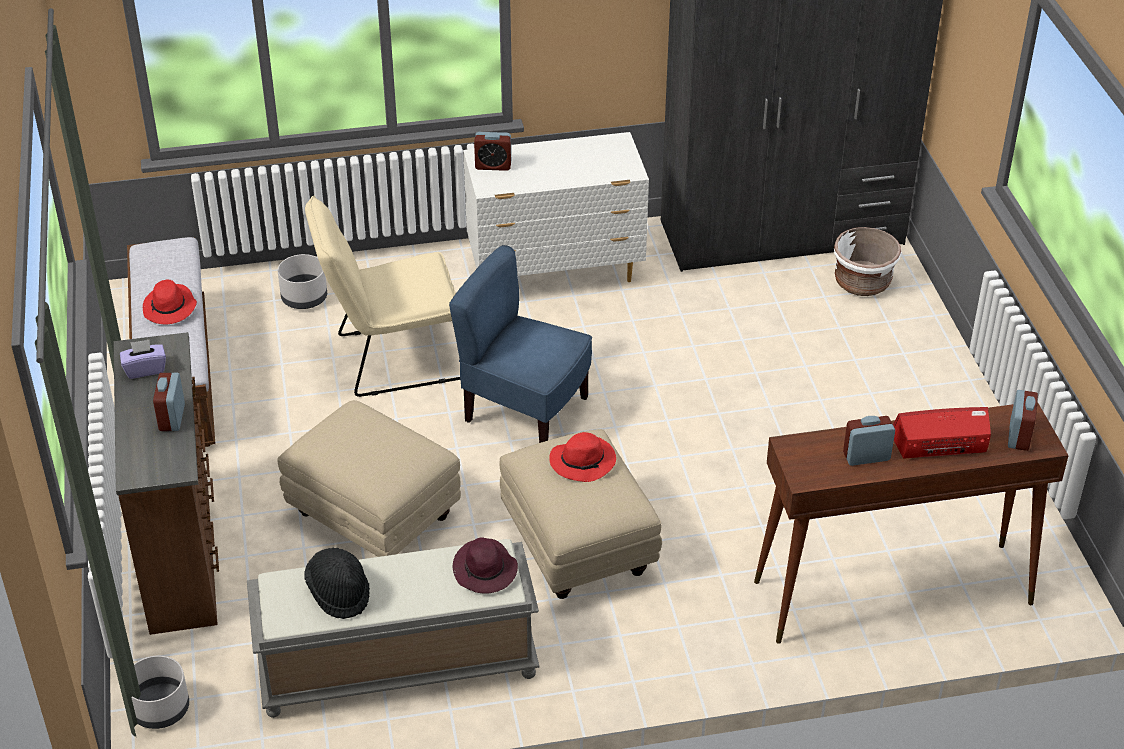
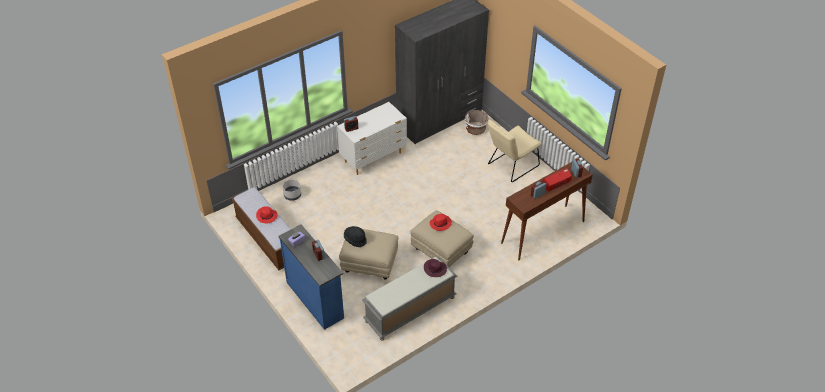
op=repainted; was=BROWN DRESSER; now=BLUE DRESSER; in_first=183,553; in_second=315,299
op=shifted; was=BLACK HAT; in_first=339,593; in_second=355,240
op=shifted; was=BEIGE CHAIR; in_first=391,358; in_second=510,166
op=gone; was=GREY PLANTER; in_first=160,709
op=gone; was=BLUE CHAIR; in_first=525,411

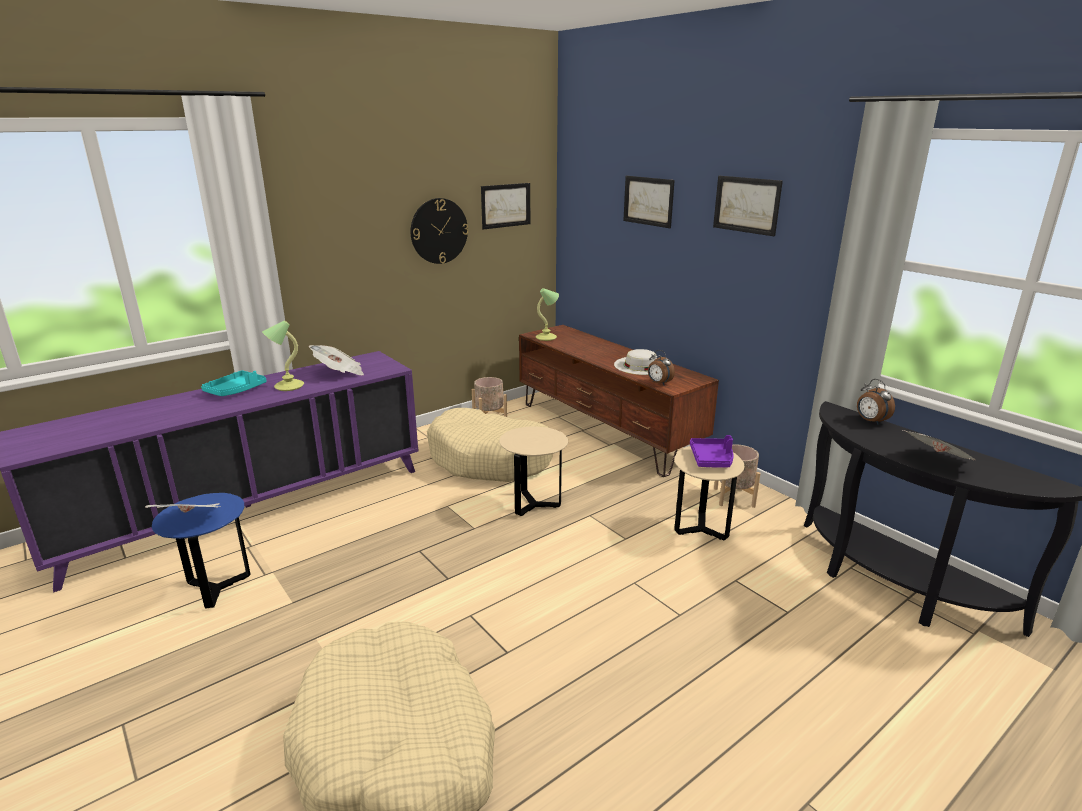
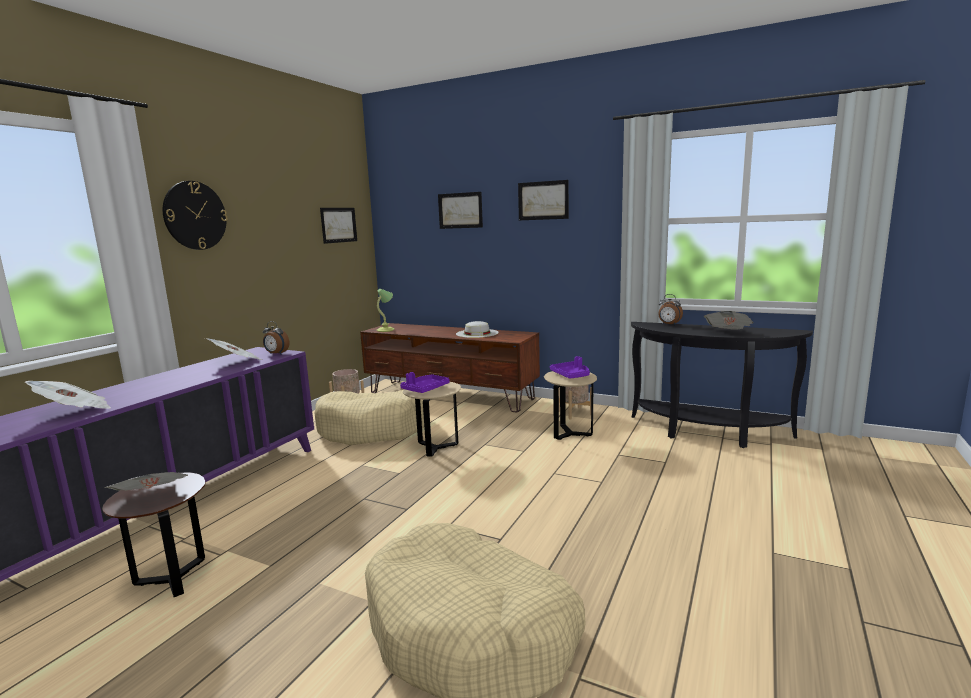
op=new; now=NEWSPAPER; in_second=75,411
op=repainted; was=BLUE SIDE TABLE; now=BROWN SIDE TABLE; in_first=217,588; in_second=173,580
op=shifted; was=WALL CLOCK; in_first=439,231; in_second=195,215
op=shifted; was=ALARM CLOCK; in_first=659,383; in_second=276,354
op=new; now=PURPLE TRAY; in_second=425,389
op=gone; was=TURQUOISE TRAY; in_first=236,390
op=gone; was=TABLE LAMP; in_first=288,386

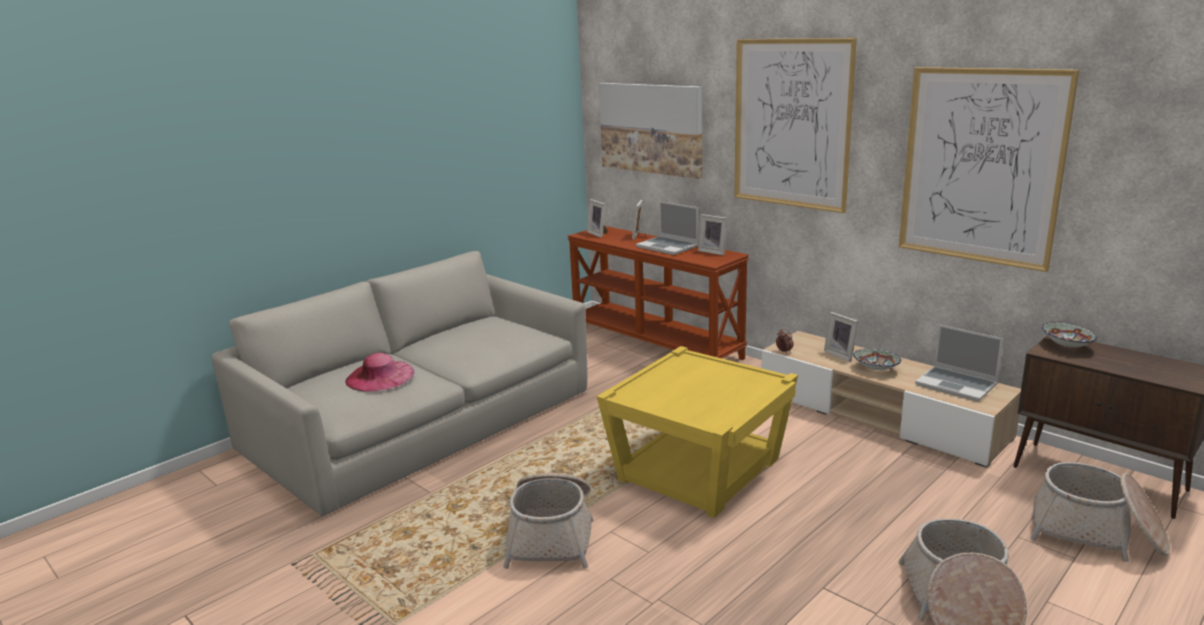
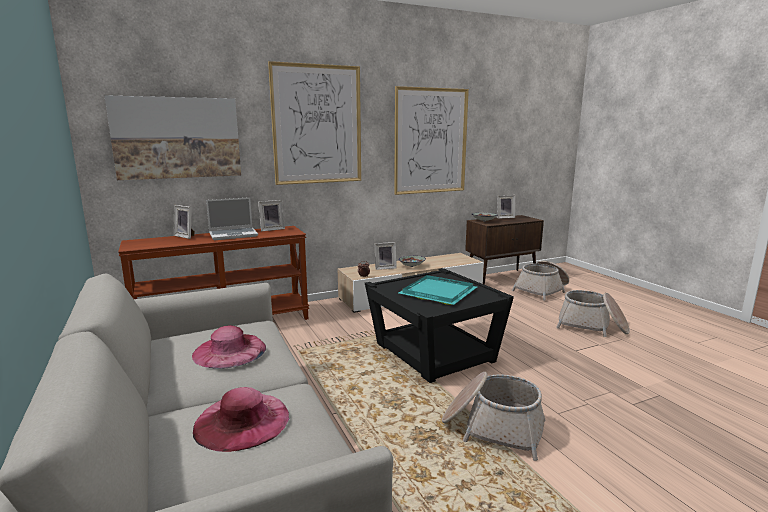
op=new; now=PINK HAT; in_second=229,351
op=repainted; was=YELLOW SIDE TABLE; now=BLACK SIDE TABLE; in_first=698,469; in_second=433,353
op=new; now=TURQUOISE TRAY; in_second=437,292
op=shifted; was=PICTURE FRAME; in_first=599,234; in_second=504,217
op=gone; was=LAPTOP; in_first=957,385

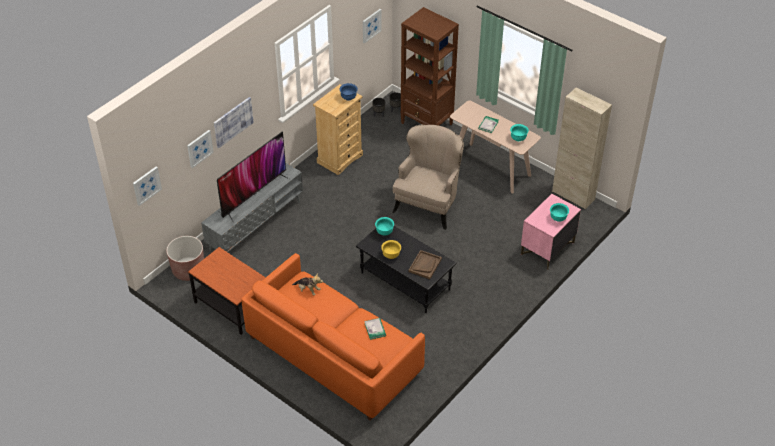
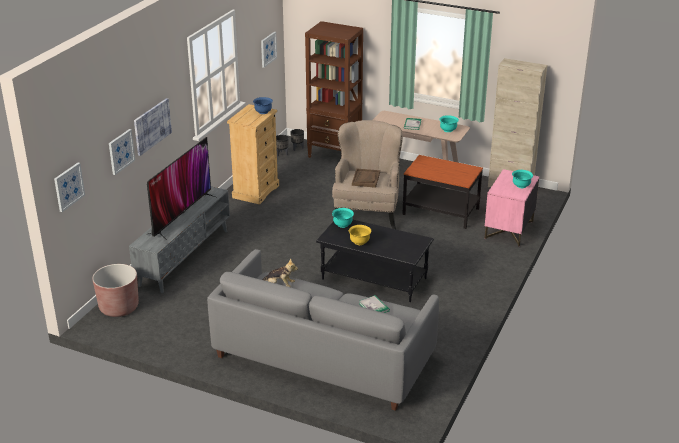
op=repainted; was=ORANGE SOFA; now=GREY SOFA; in_first=333,354; in_second=323,356
op=shifted; was=BROWN TRAY; in_first=425,265; in_second=366,179
op=shifted; was=SIDE TABLE; in_first=232,305; in_second=440,211

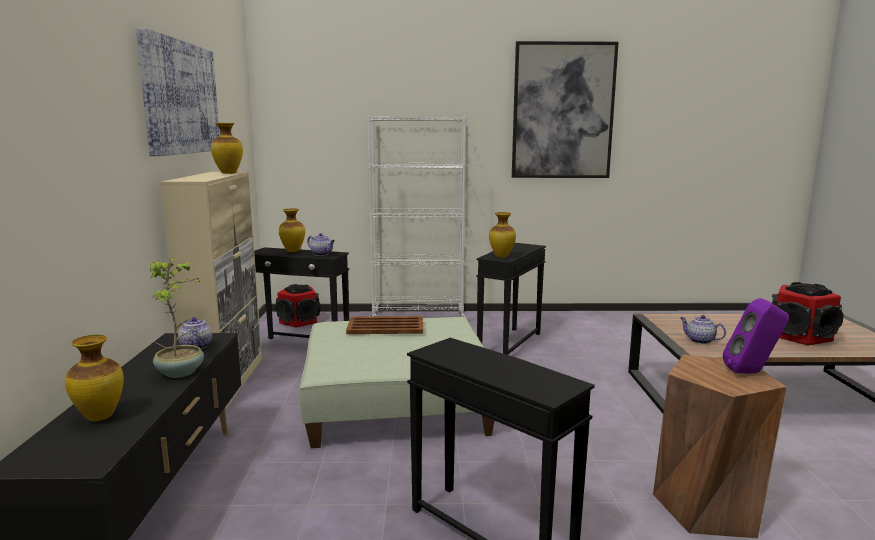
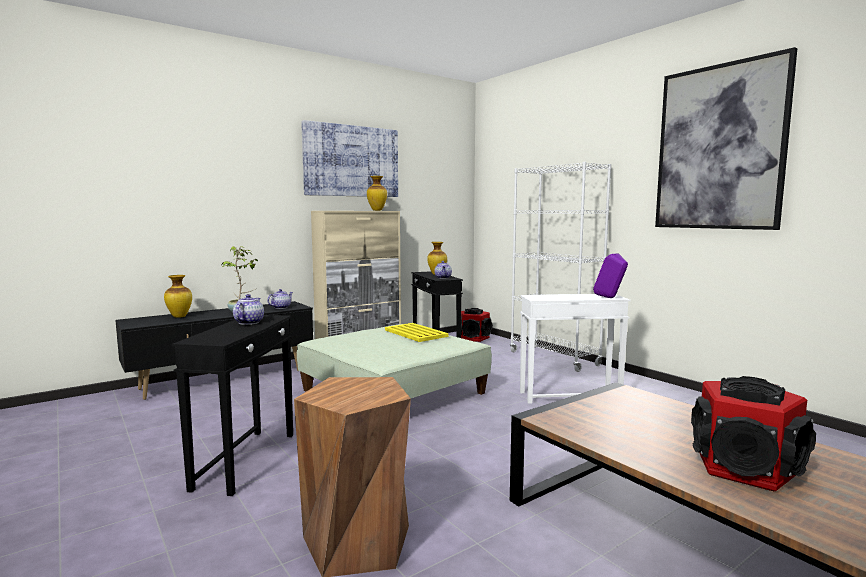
op=shifted; was=TEAPOT; in_first=699,340; in_second=249,322
op=repainted; was=BROWN TRAY; now=YELLOW TRAY; in_first=385,326; in_second=415,333
op=repainted; was=BLACK SIDE TABLE; now=WHITE SIDE TABLE; in_first=509,344; in_second=569,396
op=shifted; was=PURPLE SPEAKER; in_first=752,372; in_second=610,298
op=gone; was=VASE; in_first=502,257

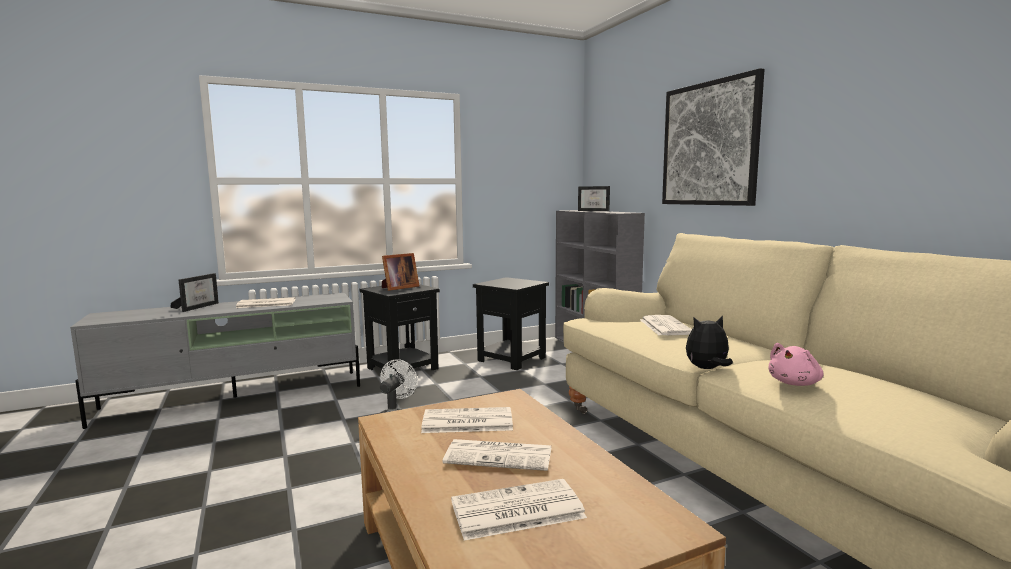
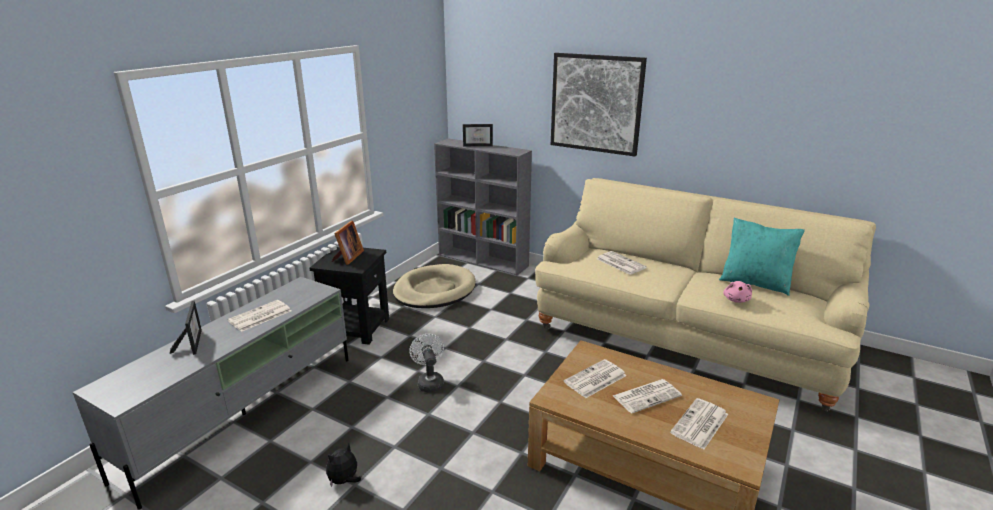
op=shifted; was=PLUSH TOY; in_first=707,369; in_second=344,481
op=swapped; was=BLACK SIDE TABLE; now=BEIGE DOG BED; in_first=511,359; in_second=434,290
op=new; now=TURQUOISE PILLOW; in_second=755,283

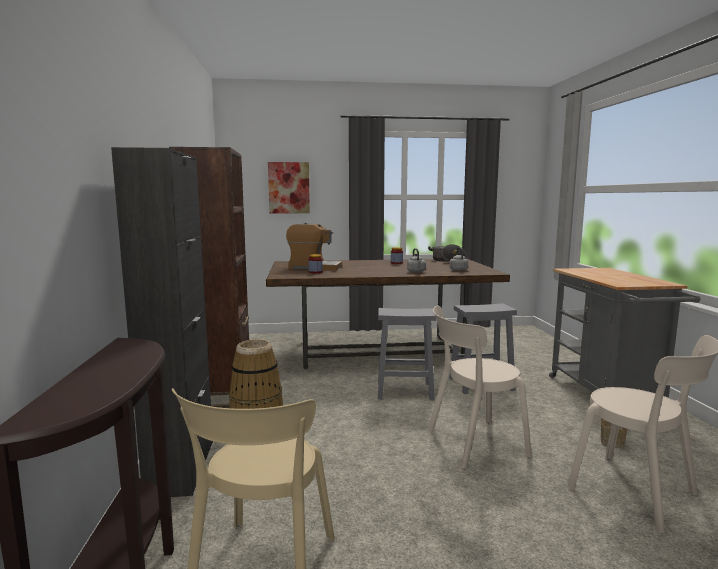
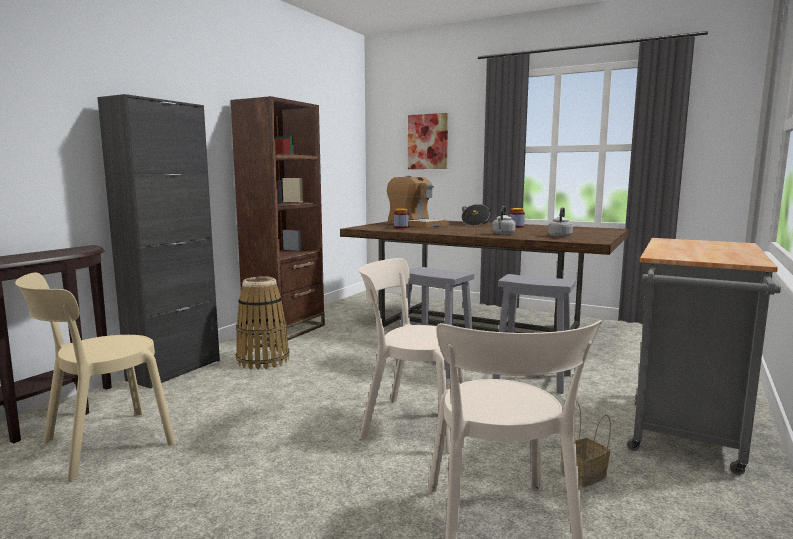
op=shifted; was=COOKING POT; in_first=447,261; in_second=475,223

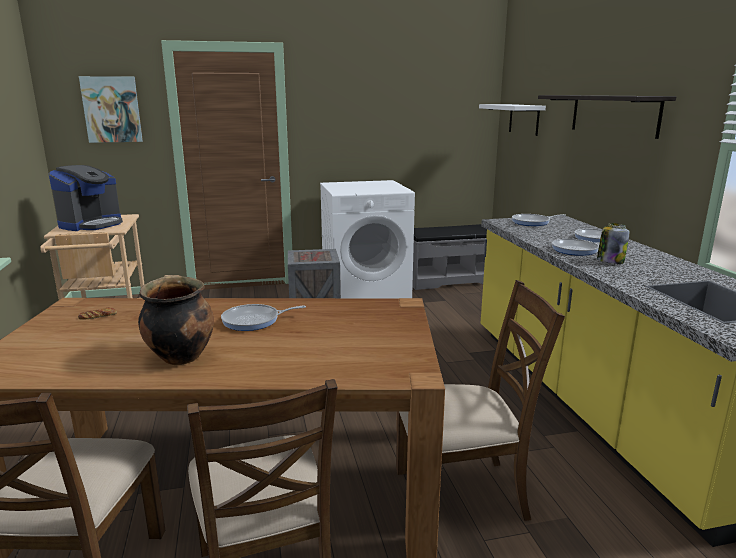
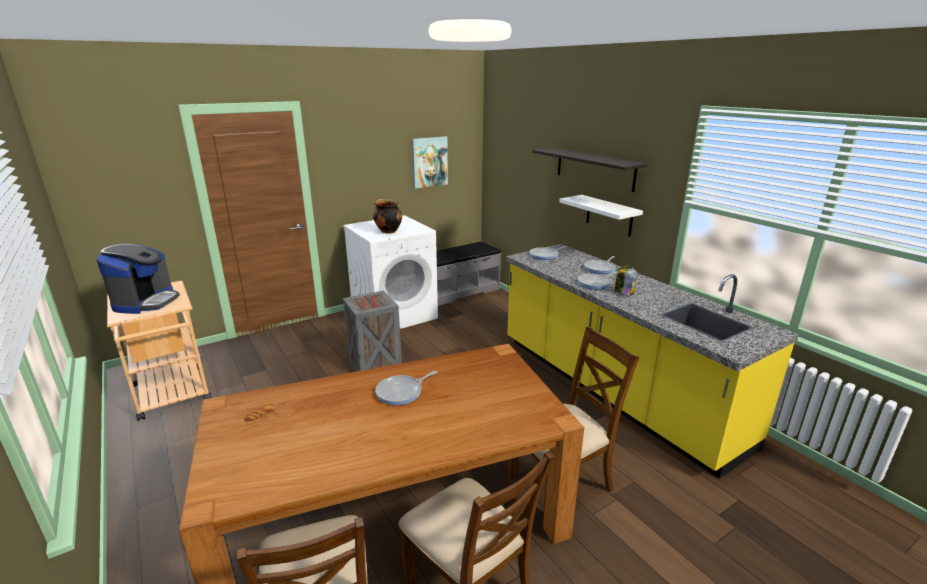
op=shifted; was=COOKING POT; in_first=180,356; in_second=387,231
op=shifted; was=PICTURE; in_first=112,109; in_second=429,162
op=shifted; was=WHITE SHELF; in_first=524,119; in_second=609,215

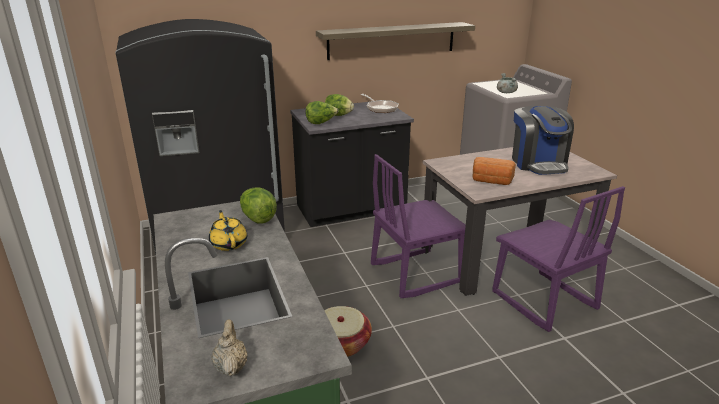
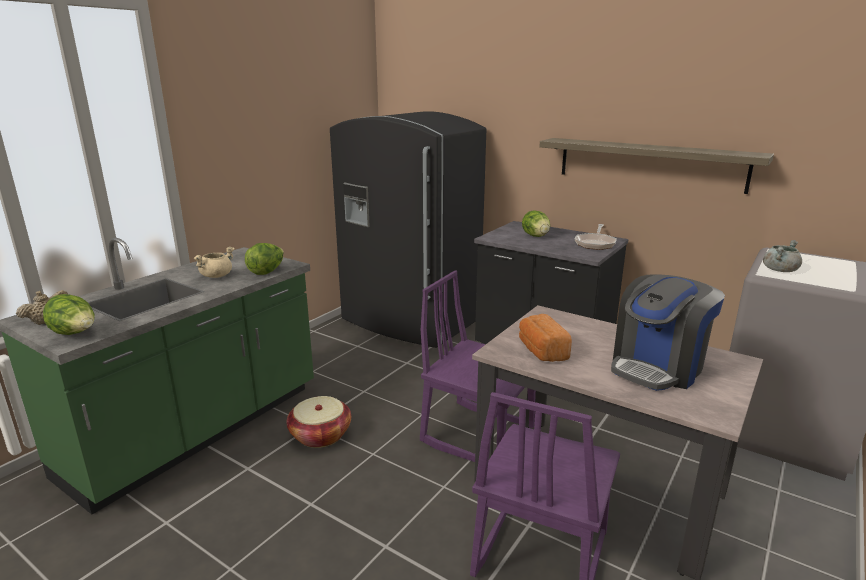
op=shifted; was=LETTUCE; in_first=321,123; in_second=75,334
op=swapped; was=YELLOW TEAPOT; now=BEIGE COOKING POT; in_first=229,243; in_second=216,275

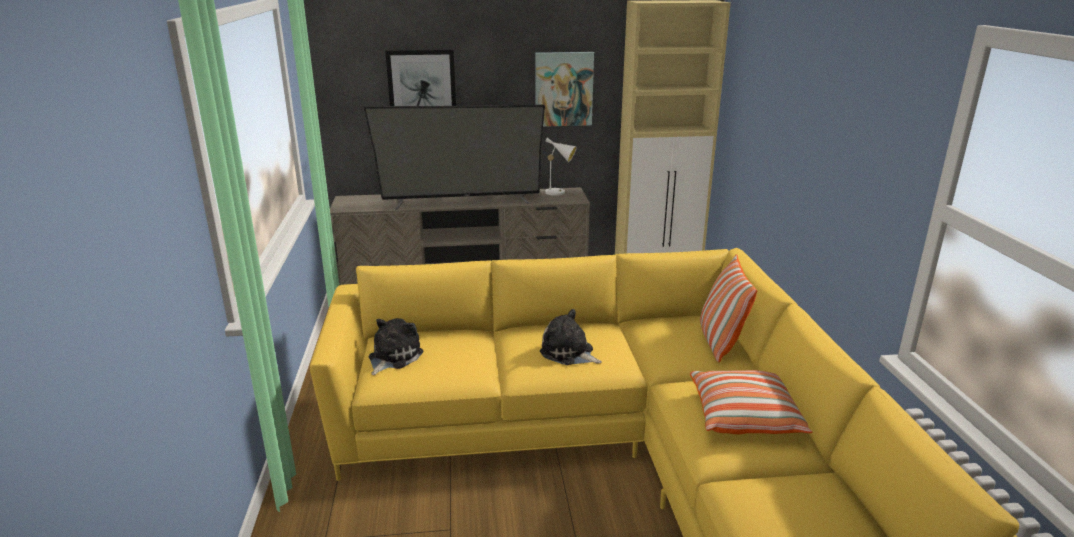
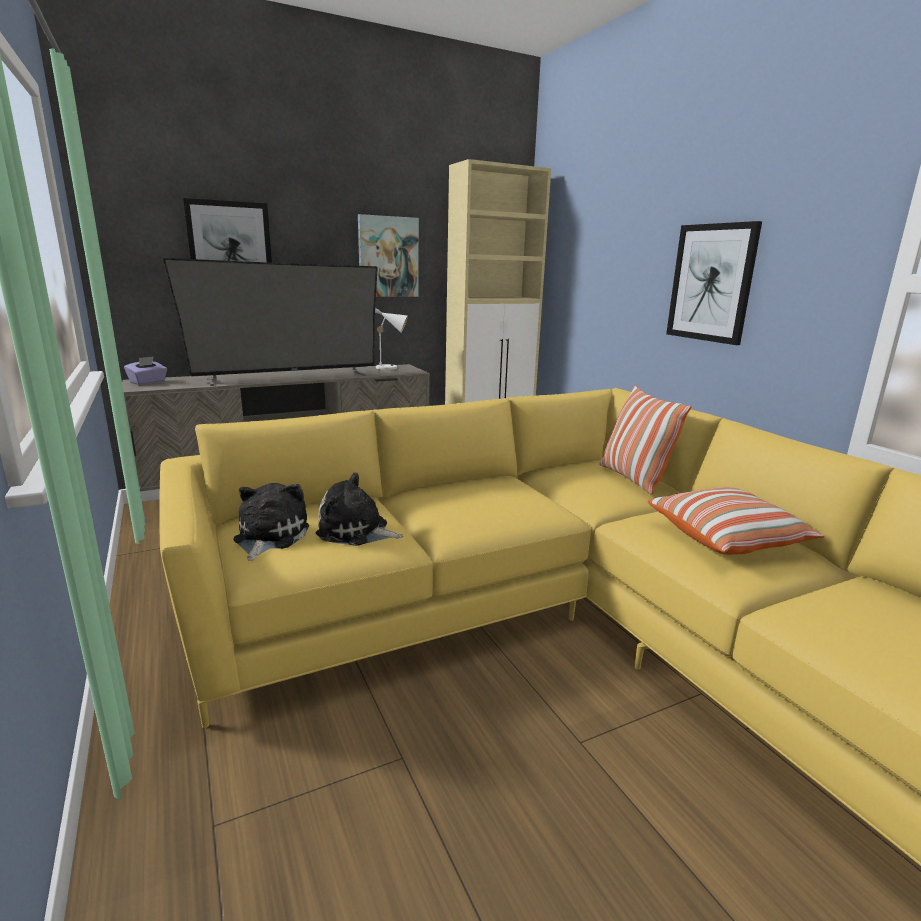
op=new; now=PURPLE TISSUE BOX; in_second=148,382
op=shifted; was=PLUSH TOY; in_first=569,353; in_second=356,531
op=new; now=PICTURE; in_second=711,283

